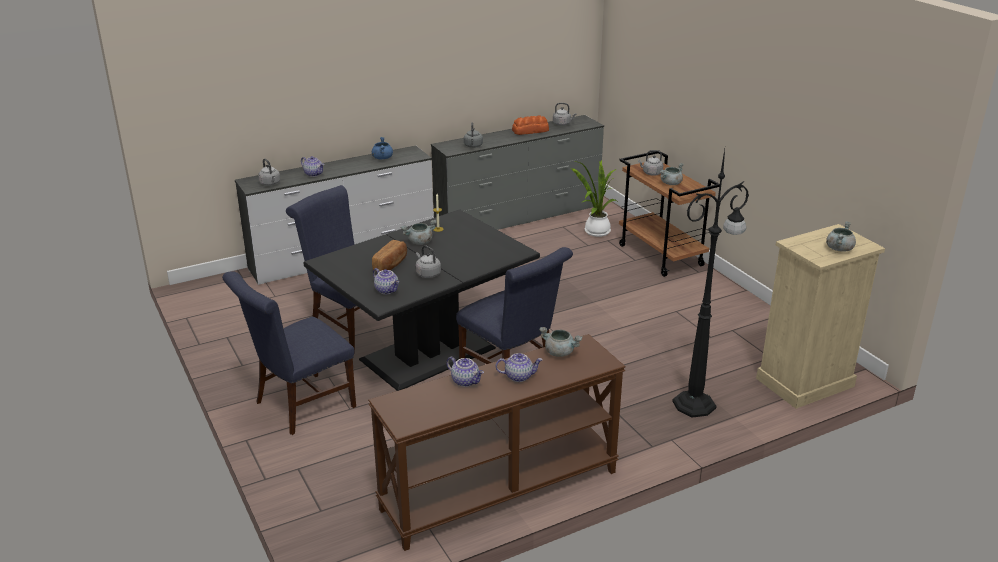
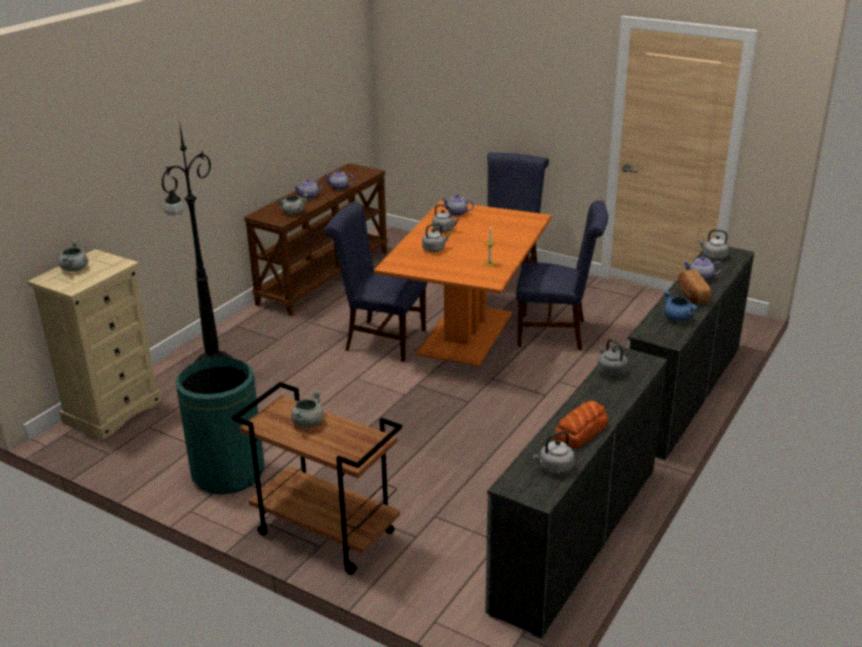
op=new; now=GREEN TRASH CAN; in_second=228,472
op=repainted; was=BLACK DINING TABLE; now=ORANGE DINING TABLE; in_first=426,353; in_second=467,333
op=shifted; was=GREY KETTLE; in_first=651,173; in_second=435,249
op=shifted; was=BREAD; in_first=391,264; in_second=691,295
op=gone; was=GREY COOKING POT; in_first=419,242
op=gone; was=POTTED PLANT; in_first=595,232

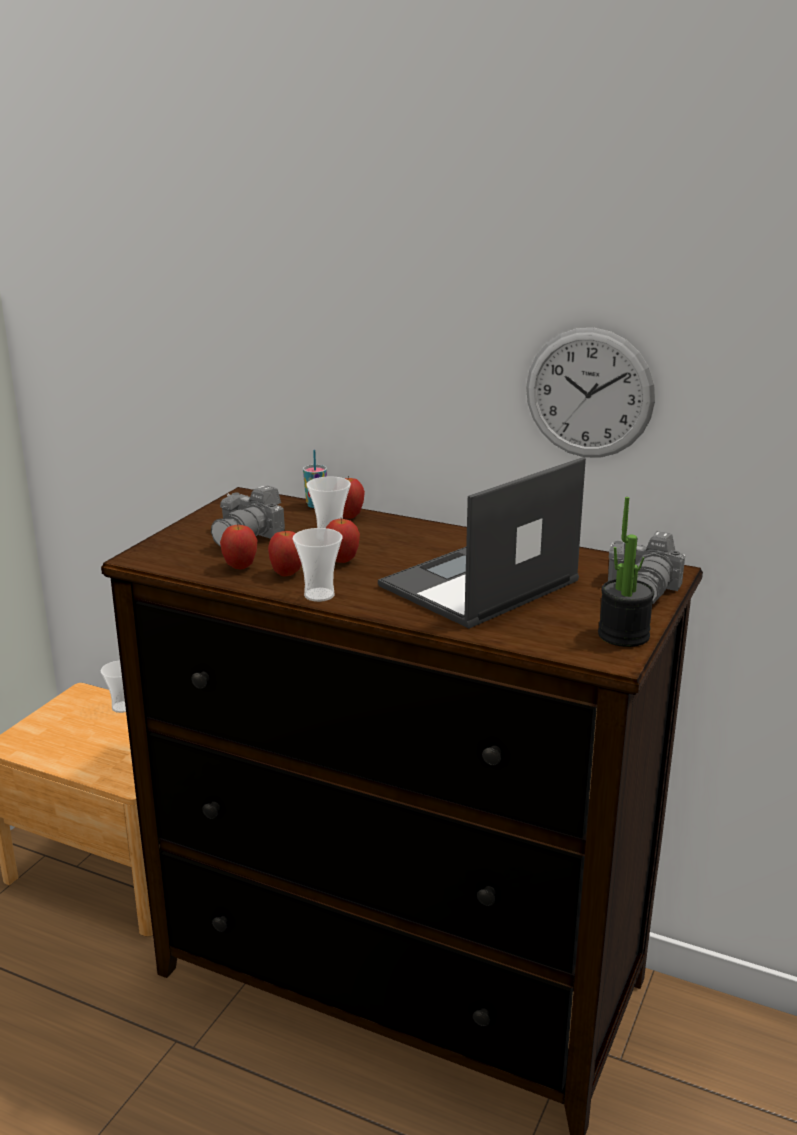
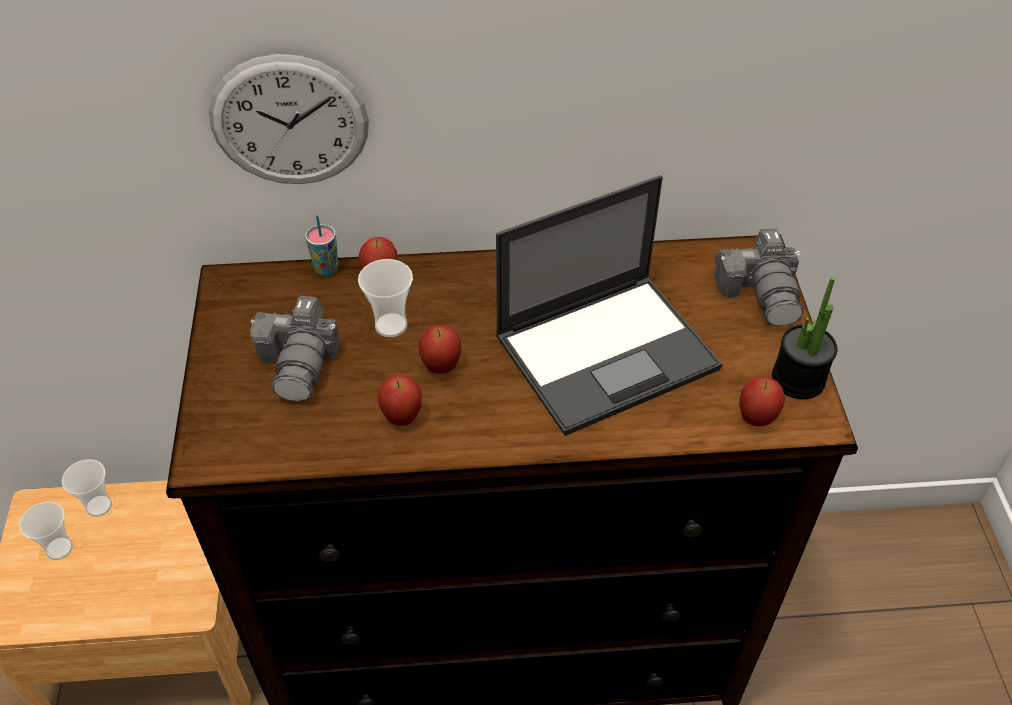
op=shifted; was=CUP; in_first=319,595; in_second=59,548
op=shifted; was=WALL CLOCK; in_first=589,393; in_second=289,122
op=rotated; was=LAPTOP; in_first=477,584; in_second=608,351; clockwise=-135
op=shifted; was=APPLE; in_first=240,567; in_second=756,419

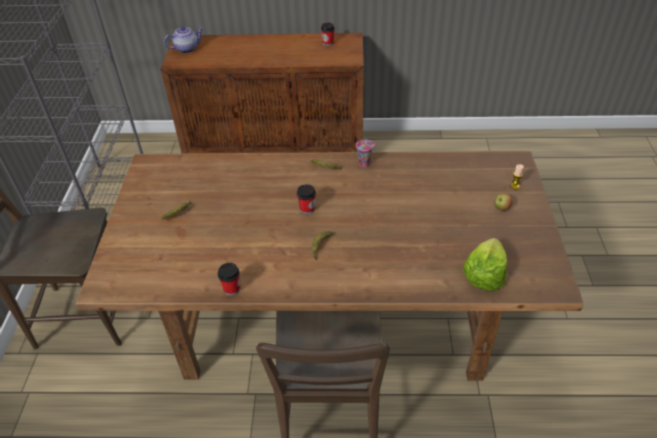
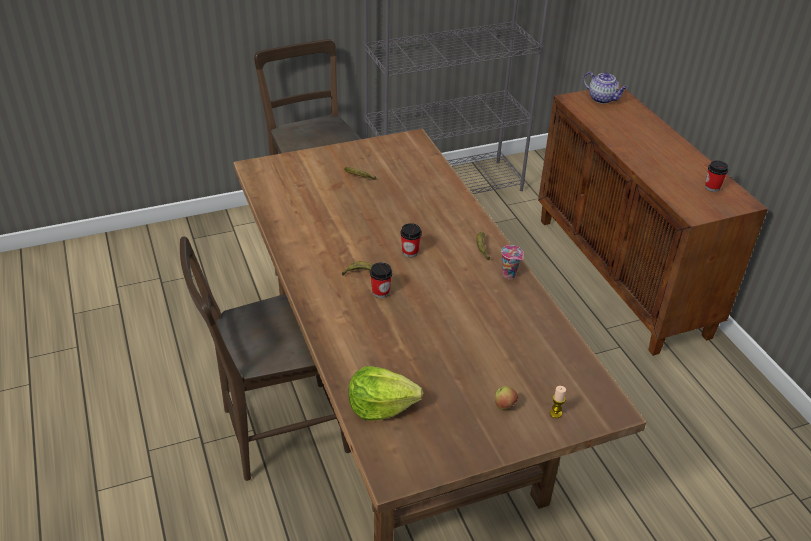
op=shifted; was=CUP; in_first=232,289; in_second=380,292

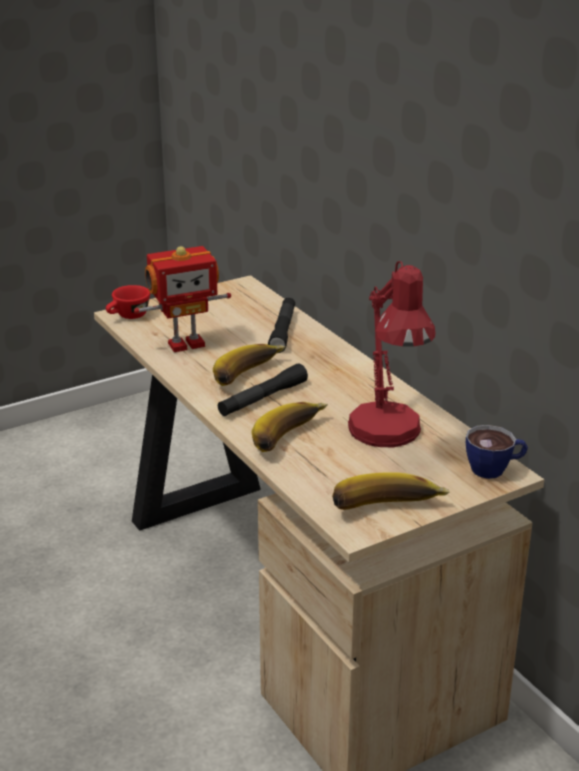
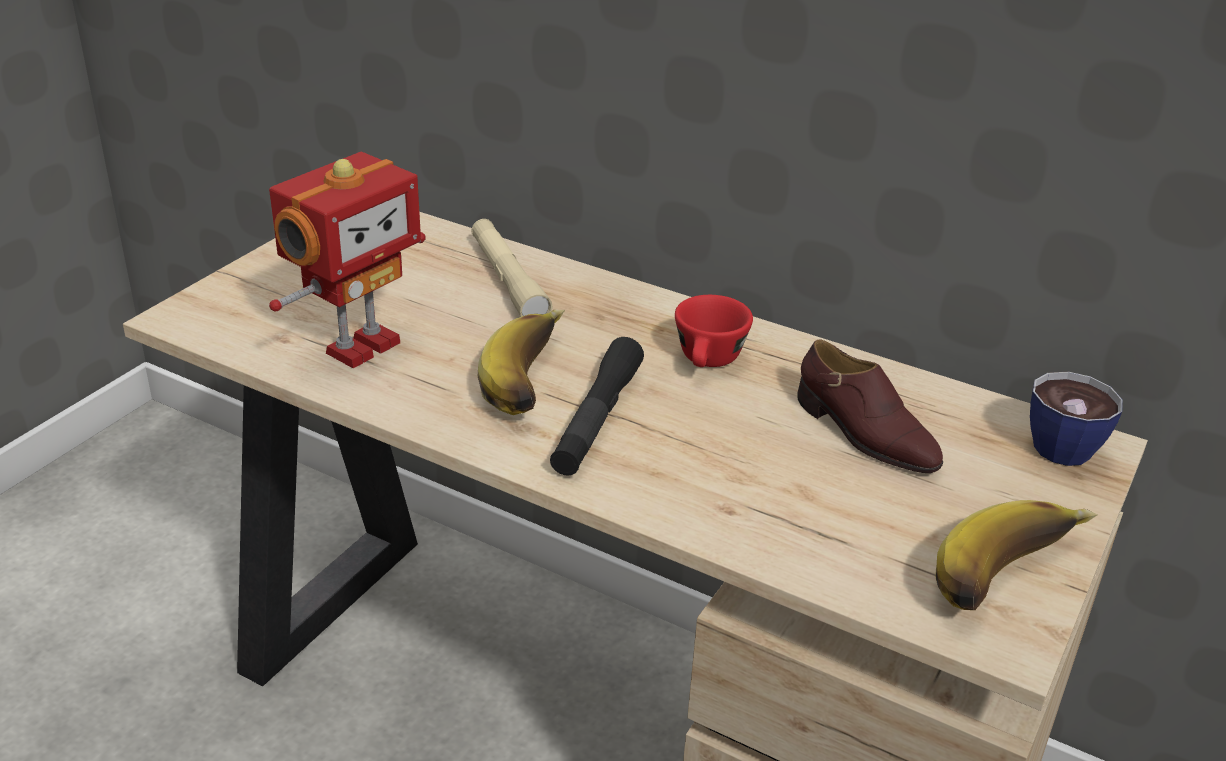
op=repainted; was=BLACK FLASHLIGHT; now=BEIGE FLASHLIGHT; in_first=283,331; in_second=508,281
op=shifted; was=RED CUP; in_first=128,316; in_second=708,362
op=swapped; was=RED TABLE LAMP; now=BROWN SHOE; in_first=388,437; in_second=864,434
op=gone; was=BANANA; in_first=291,440

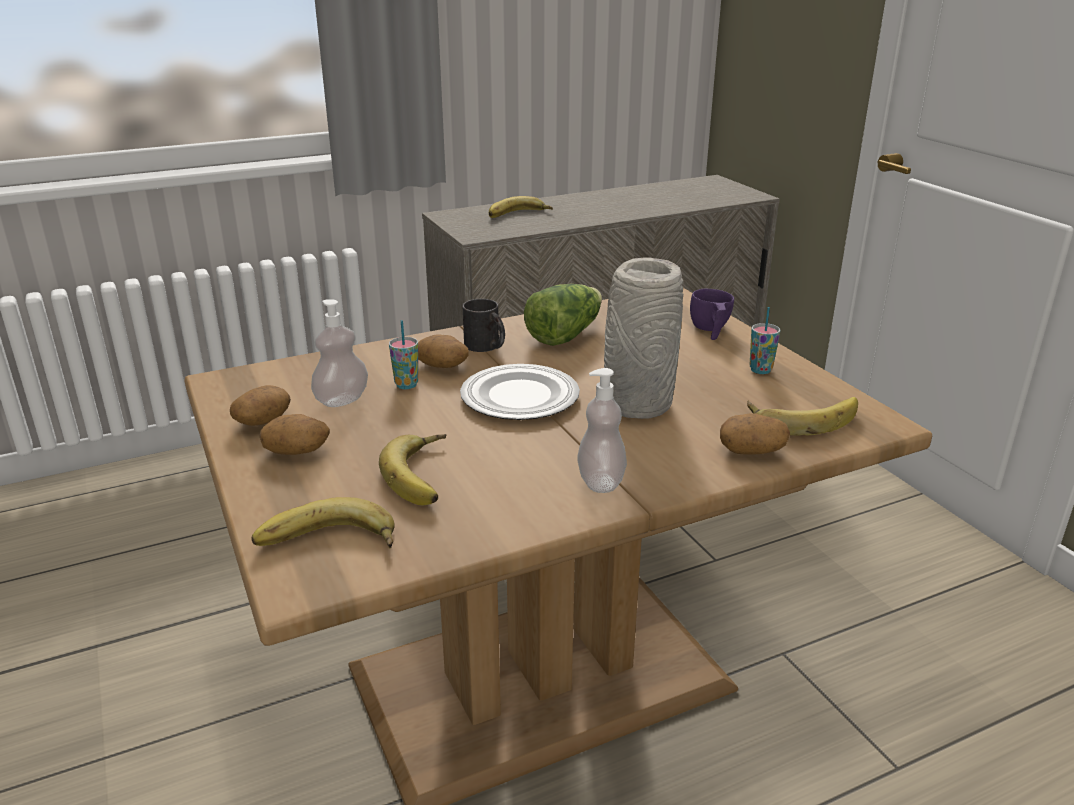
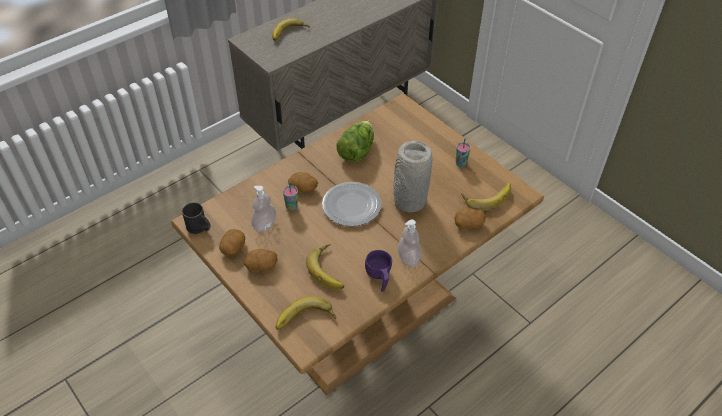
op=shifted; was=BLACK MUG; in_first=486,346; in_second=200,227
op=shifted; was=PURPLE CUP; in_first=710,331; in_second=379,277

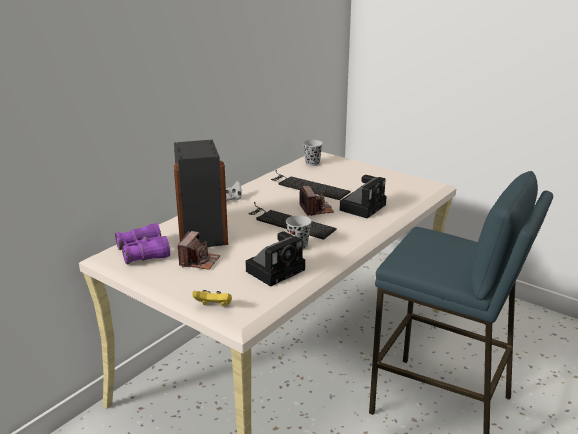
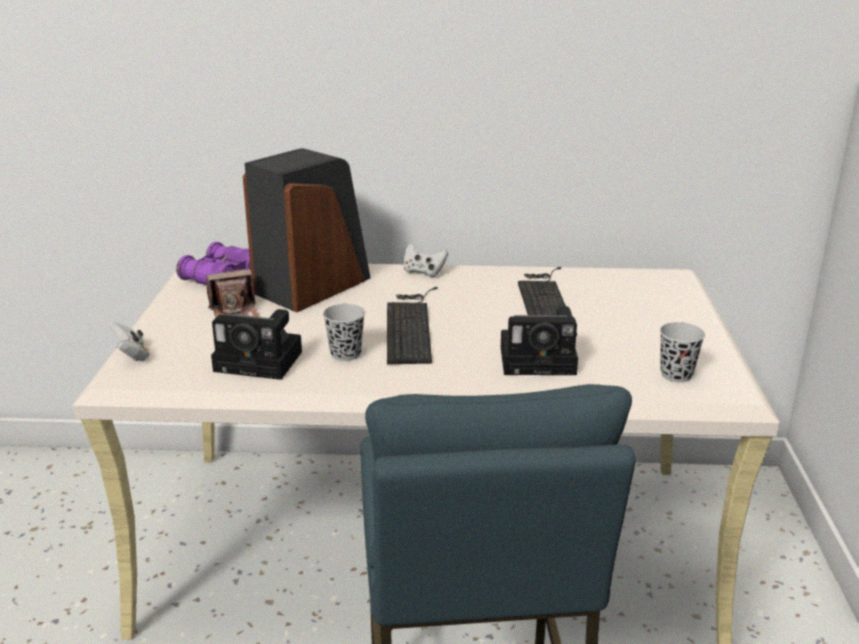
op=repainted; was=YELLOW GAME CONTROLLER; now=WHITE GAME CONTROLLER; in_first=214,306; in_second=132,355
op=shifted; was=BLACK CUP; in_first=312,163; in_second=676,375
op=gone; was=PHOTO CAMERA; in_first=316,209

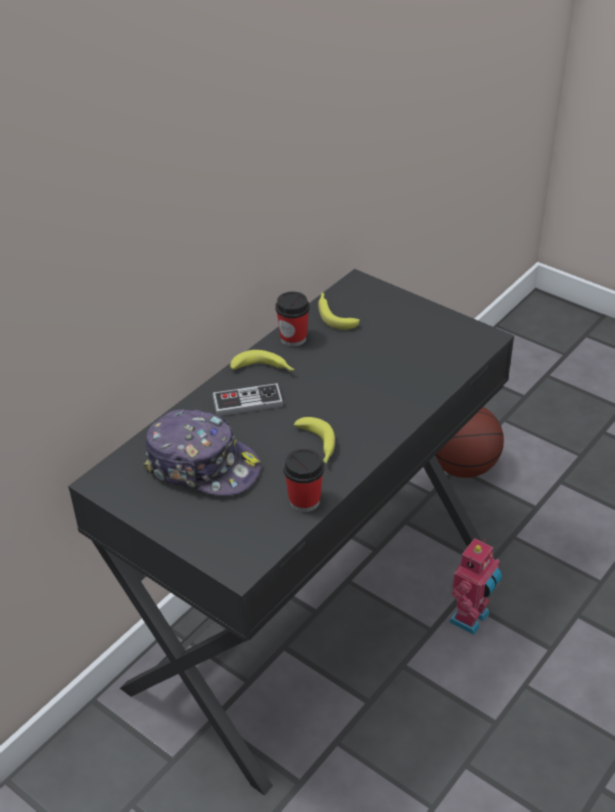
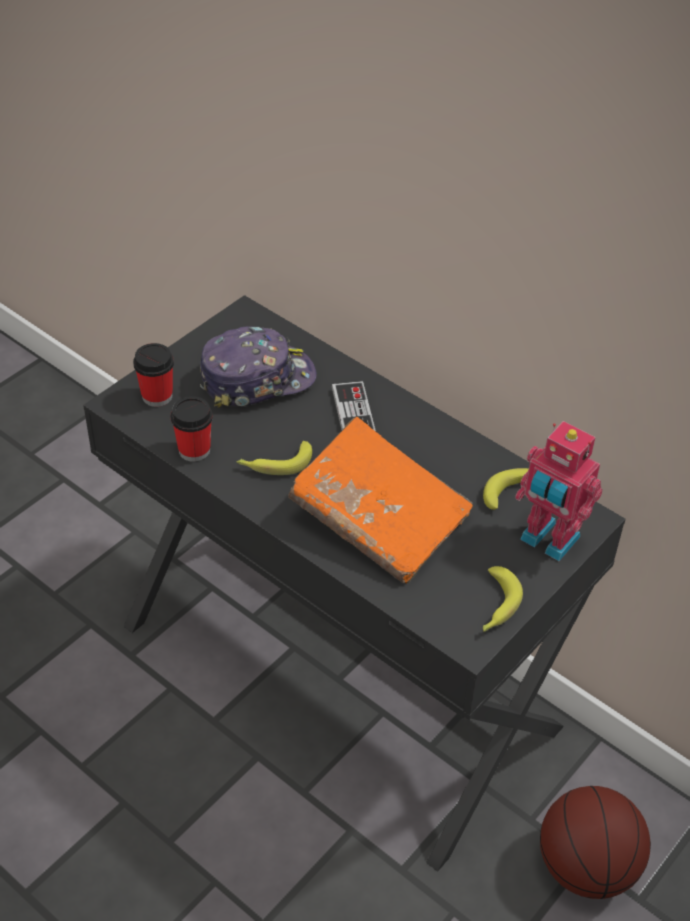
op=shifted; was=CUP; in_first=293,338; in_second=157,396
op=rotated; was=CAP; in_first=203,466; in_second=257,379; clockwise=-135
op=new; now=ORANGE BOOK; in_second=379,518
op=shifted; was=BANANA; in_first=264,370; in_second=495,606
op=shifted; was=TOY ROBOT; in_first=471,619; in_second=548,540

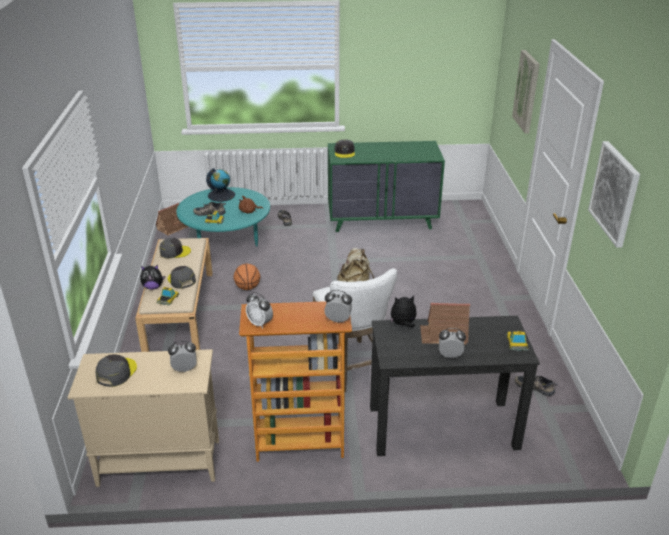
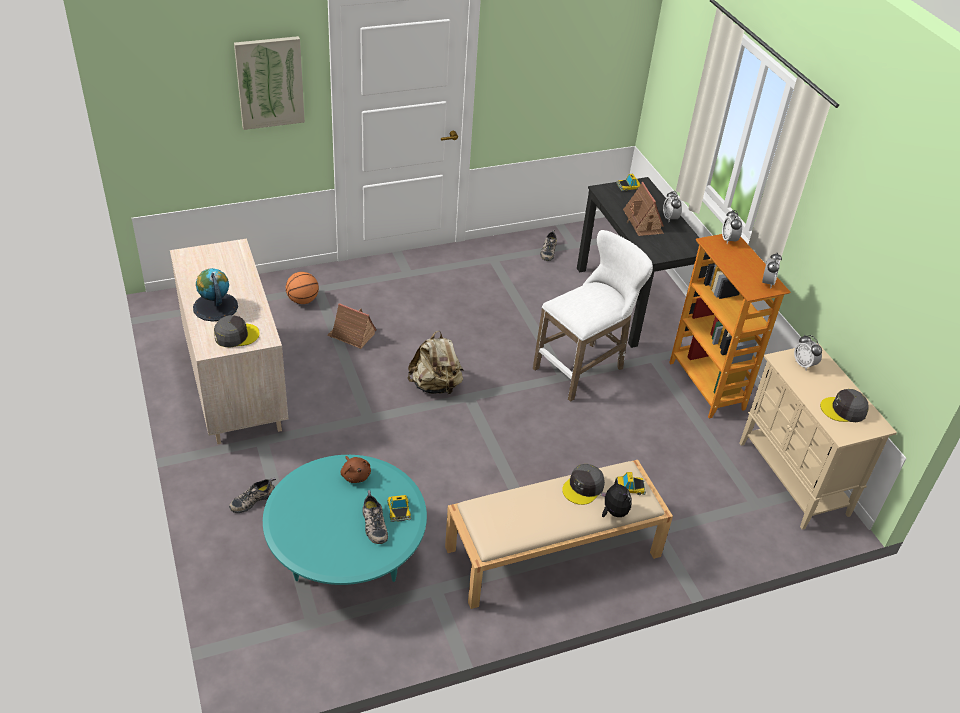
op=repainted; was=GREEN DRESSER; now=BEIGE DRESSER; in_first=382,220; in_second=235,385
op=shifted; was=GLOBE; in_first=221,195; in_second=215,307
op=shifted; was=BASKETBALL; in_first=247,288; in_second=303,300
op=shifted; was=TOY HOUSE; in_first=173,228; in_second=351,335
op=gone; was=GREY CAP; in_first=174,252
op=gone; was=PLUSH TOY; in_first=403,324
op=gone; was=PICTURE; in_first=615,193

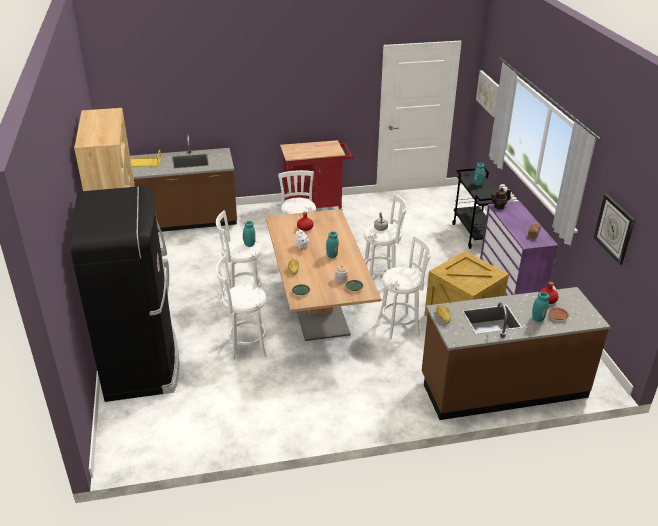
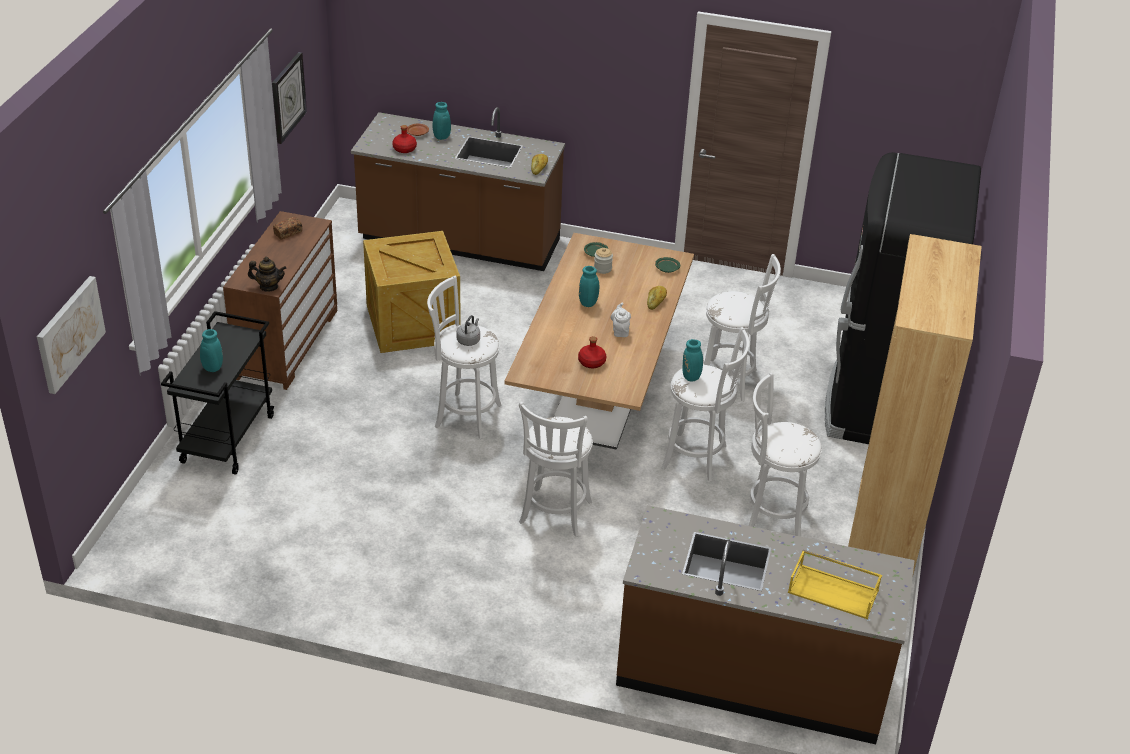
op=repainted; was=PURPLE DRESSER; now=BROWN DRESSER; in_first=511,282; in_second=286,343
op=shifted; was=WHITE STOOL; in_first=401,326; in_second=771,516
op=gone; was=RED CART; in_first=316,207

